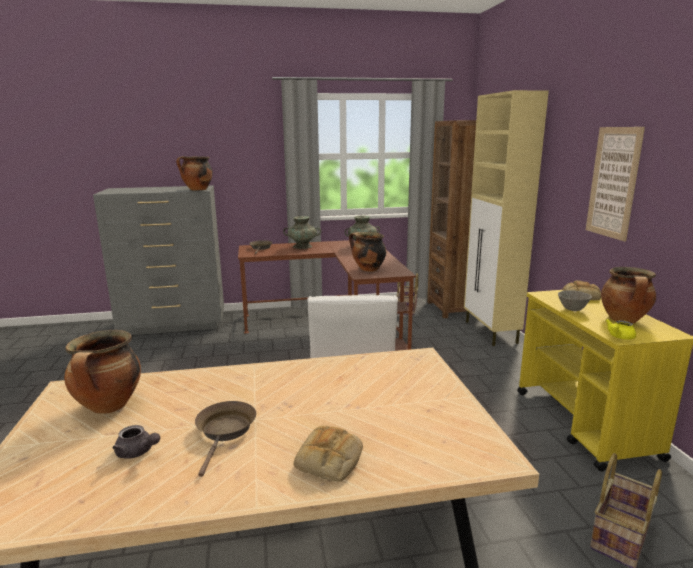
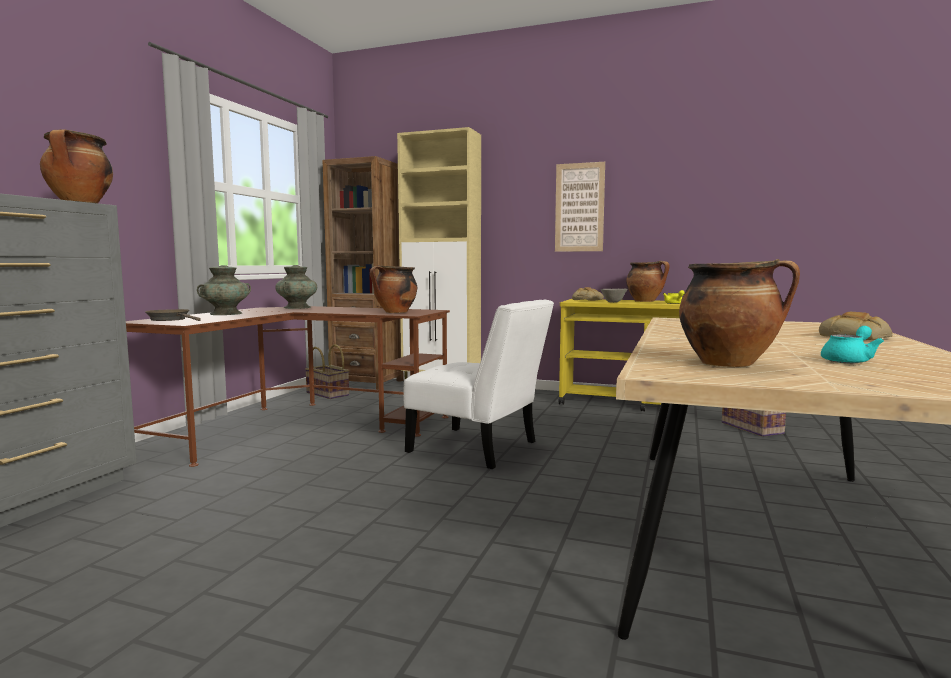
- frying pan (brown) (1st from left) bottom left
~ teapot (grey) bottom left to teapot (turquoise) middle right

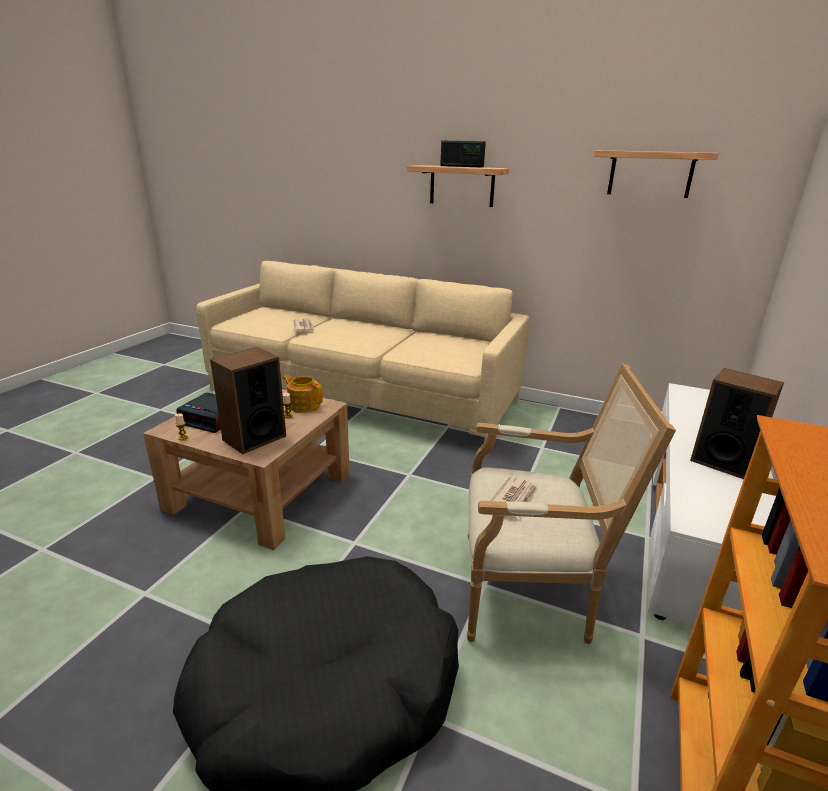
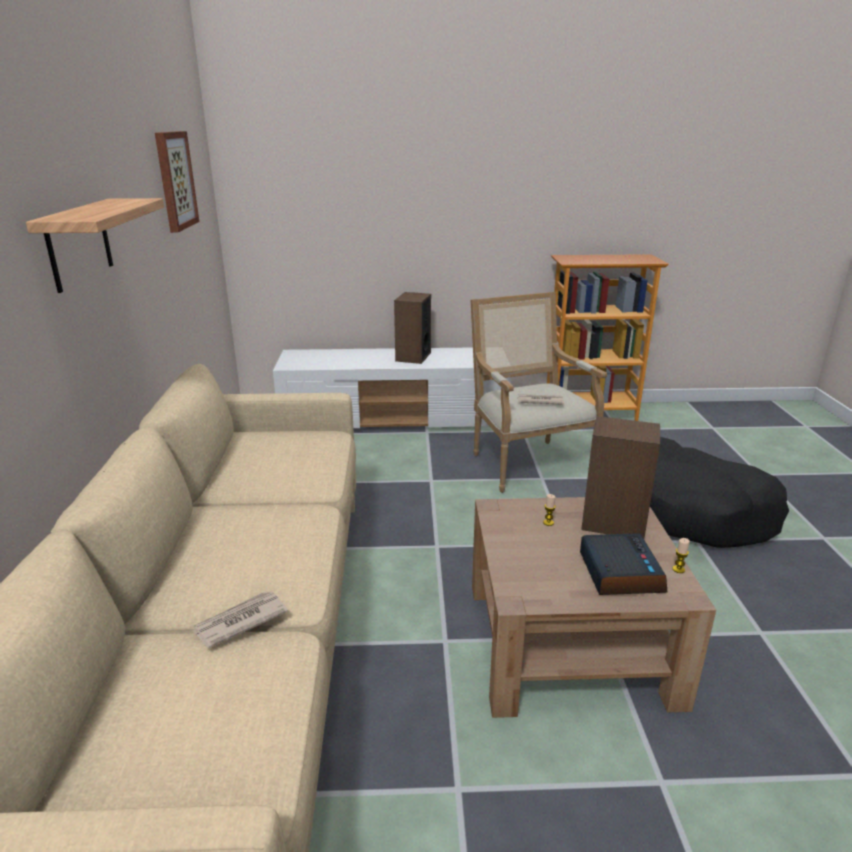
- teapot centre
- radio top centre
~ shelf (2nd from left) top right to picture top left

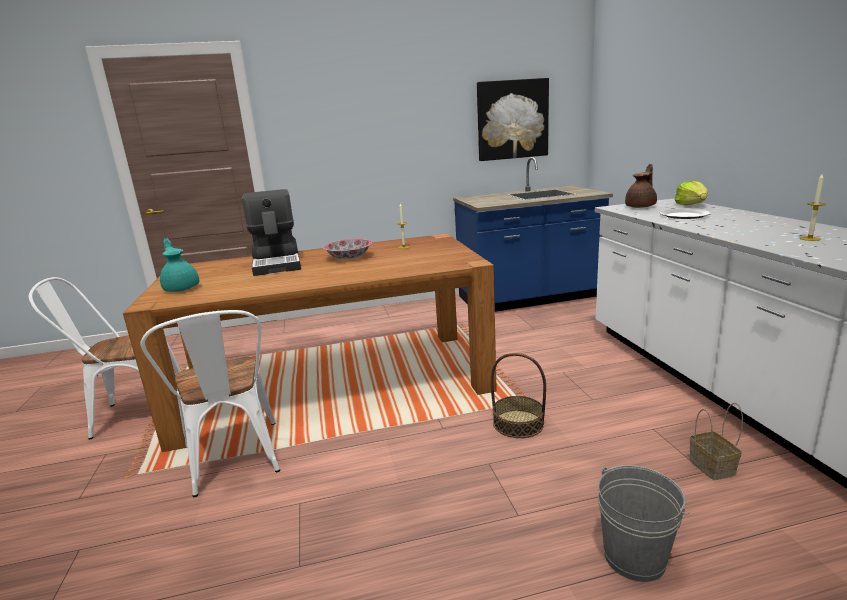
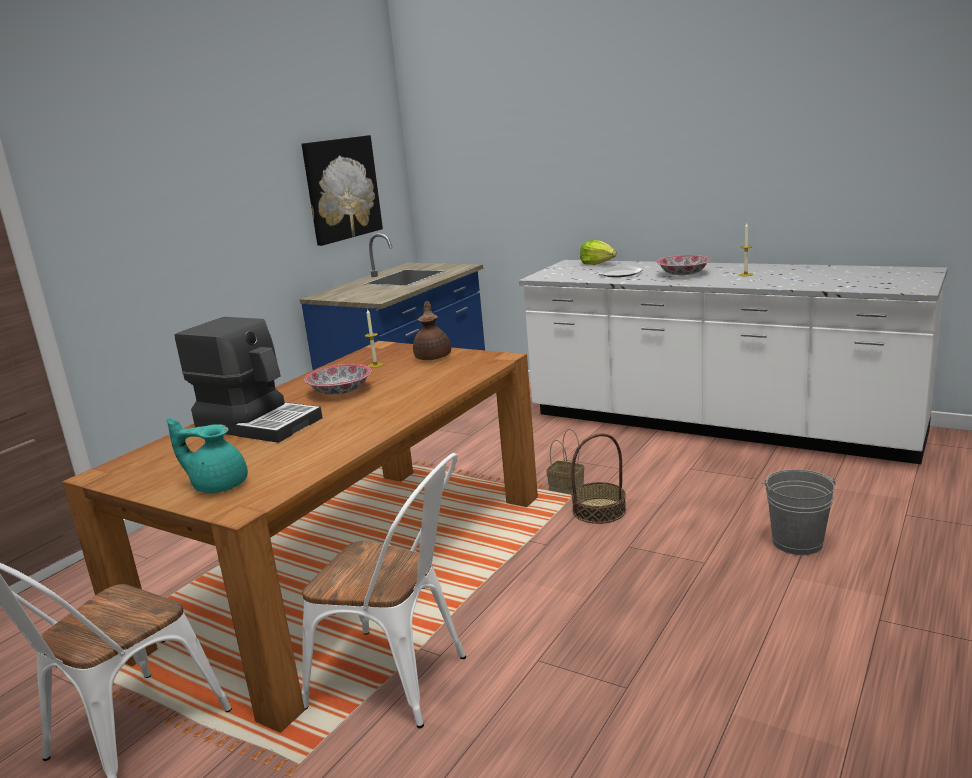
+ bowl (2nd from left) middle right
~ teapot (brown) top right to centre
~ basket (2nd from left in the first image) bottom right to basket (1st from left) centre

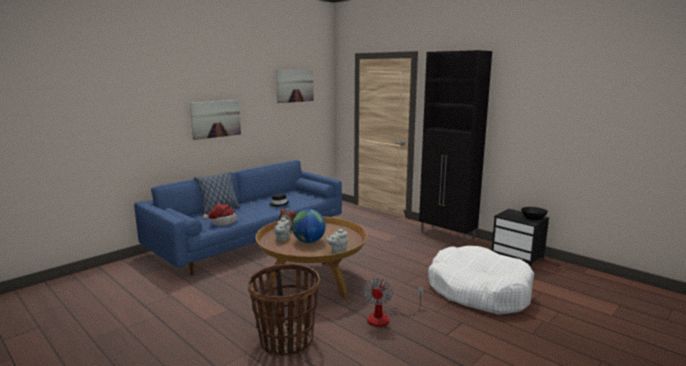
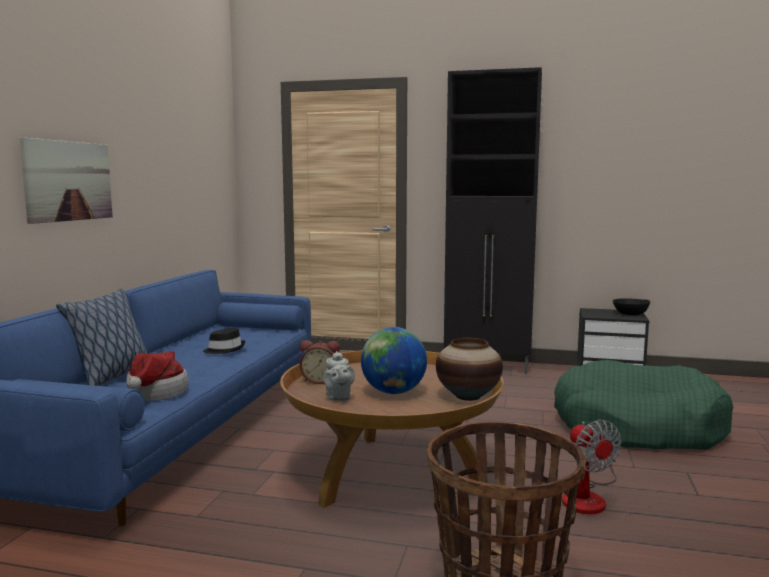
- picture (2nd from left) top centre
~ teapot (grey) (2nd from left) centre to vase centre
~ dog bed (white) bottom right to dog bed (green) bottom right

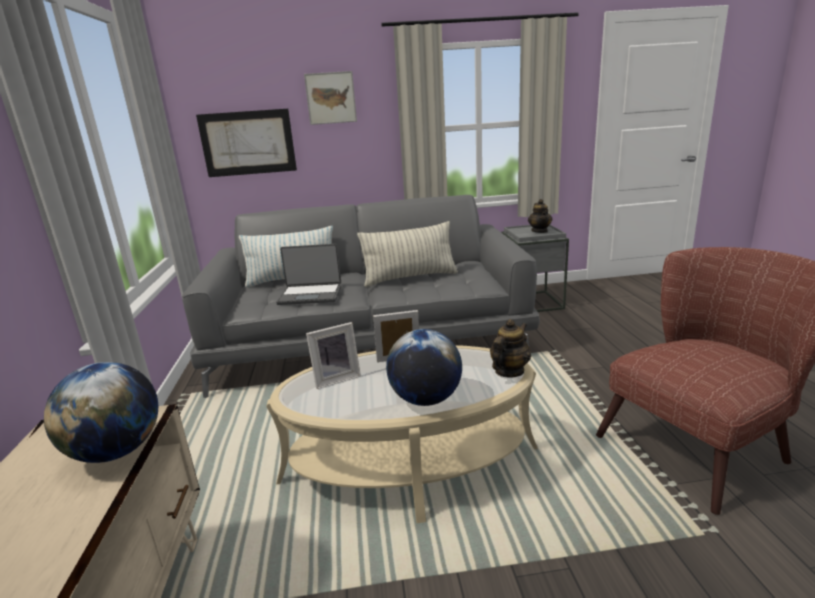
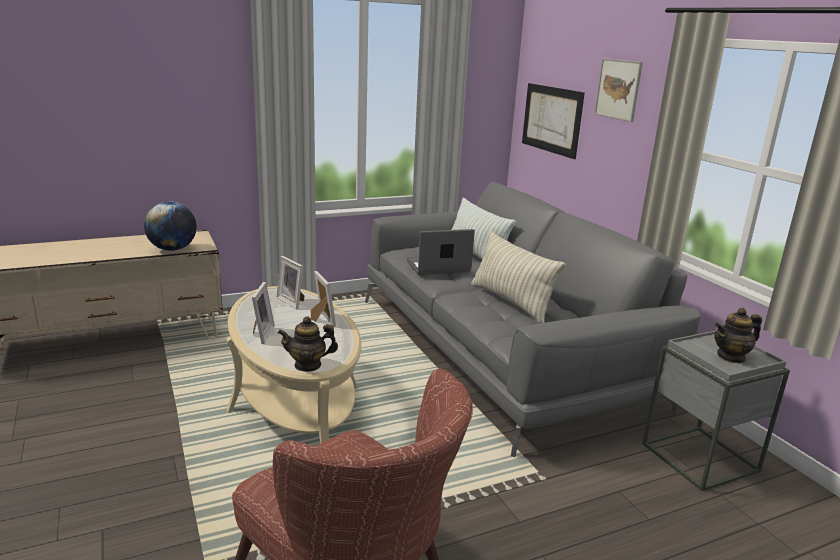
~ globe (2nd from left) centre to picture frame (1st from left) middle left
~ laptop centre = centre 90 degrees clockwise
~ teapot (1st from left) centre = centre 150 degrees clockwise

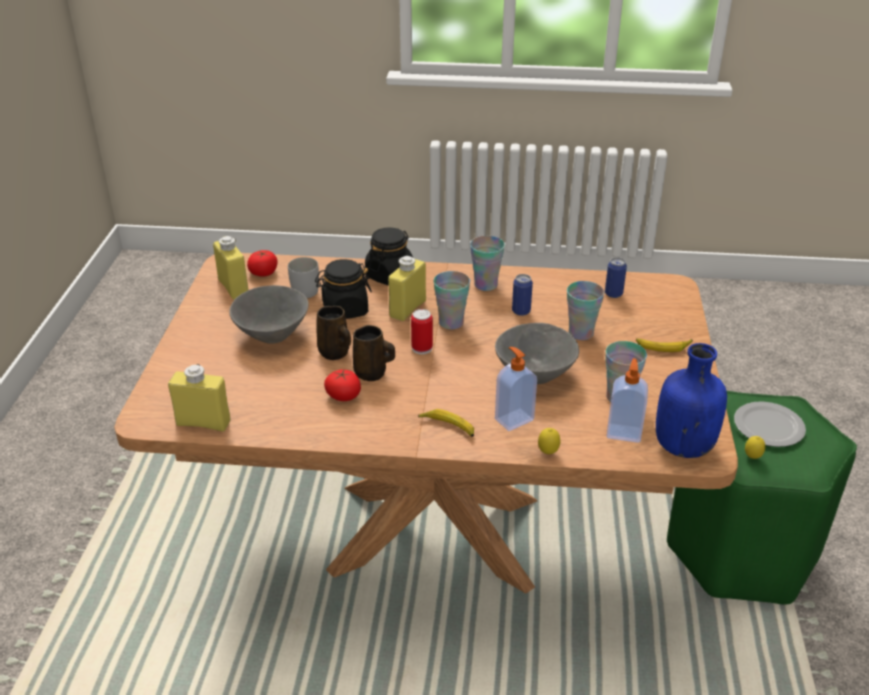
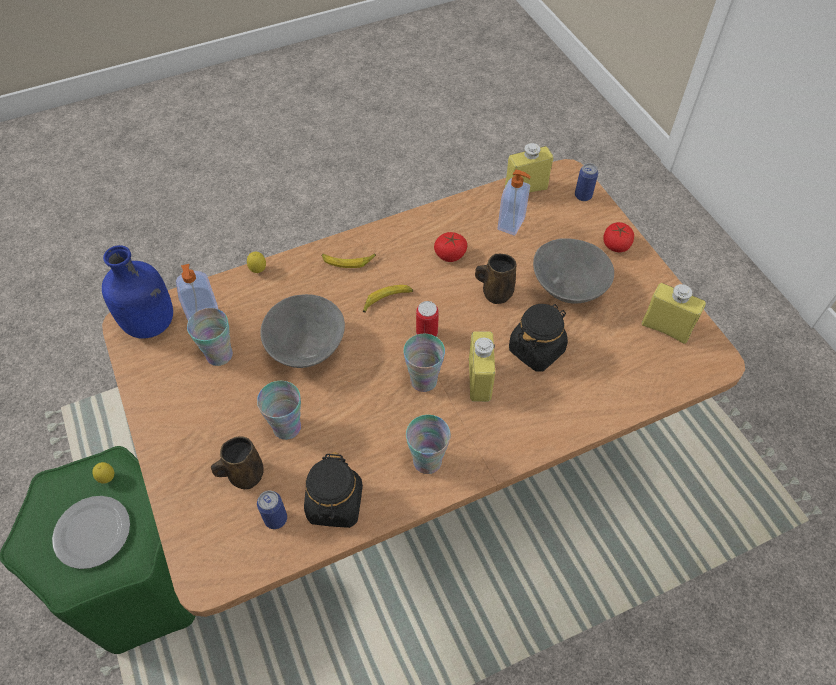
- mug (white) centre
~ tomato (1st from left in the first image) middle left to tomato (2nd from left) middle right
~ mug (brown) (2nd from left in the first image) centre to mug (brown) (1st from left) bottom left
~ jar (black) (2nd from left in the first image) centre to jar (black) (1st from left) bottom centre
~ soap dispenser (1st from left in the first image) centre to soap dispenser (2nd from left) top centre
~ can (2nd from left in the first image) centre to can (3rd from left) top right
~ banana (2nd from left) middle right to centre

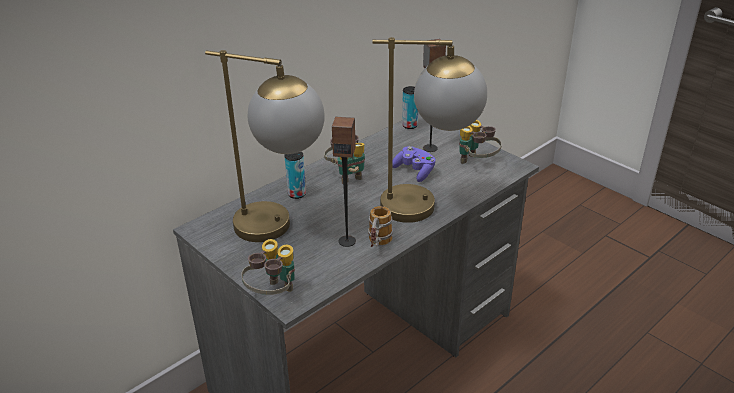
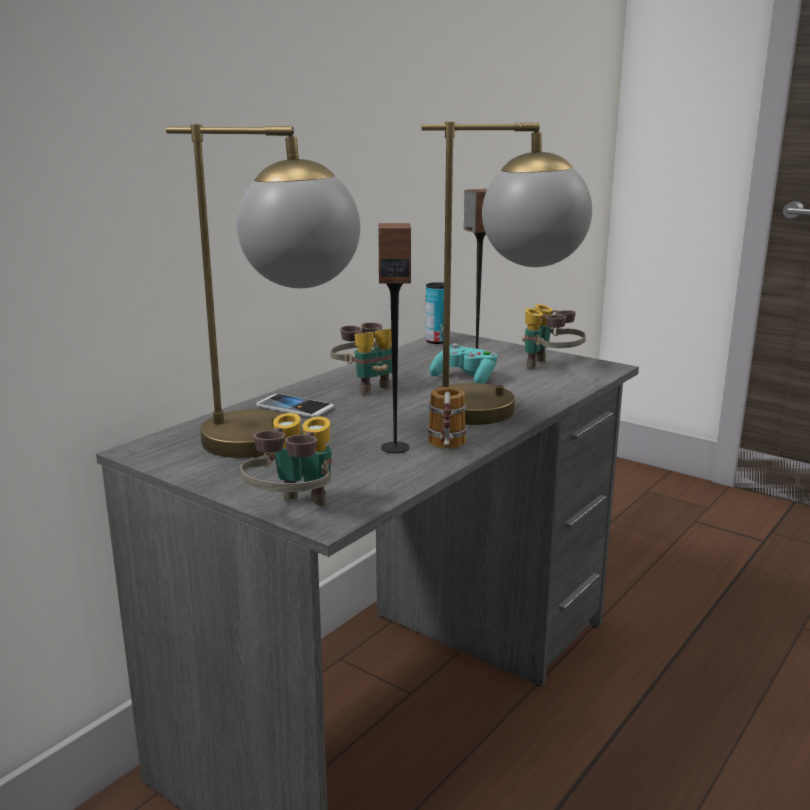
~ can (1st from left) centre to phone centre
~ game controller (purple) centre to game controller (turquoise) centre

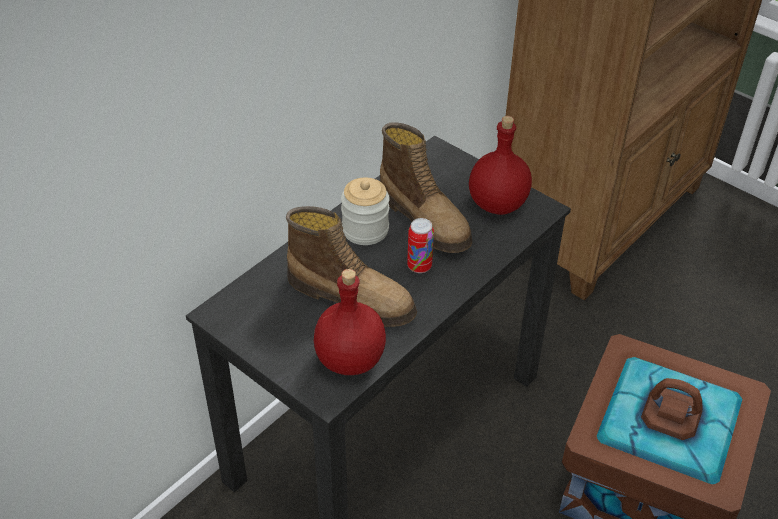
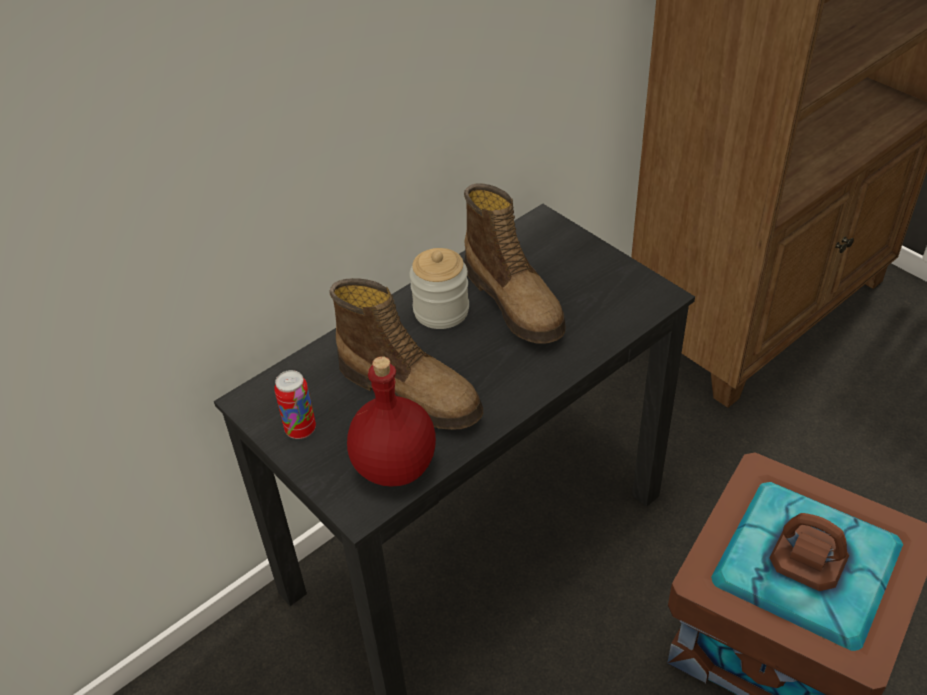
- bottle (red) (2nd from left) top centre
~ can centre to middle left

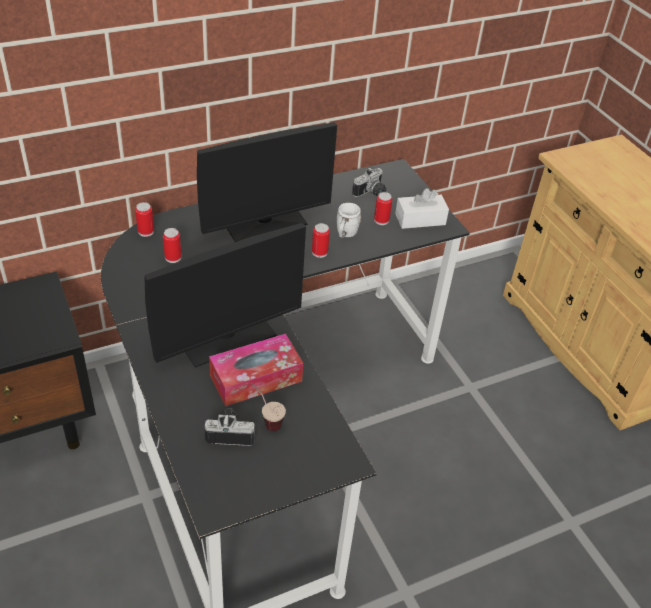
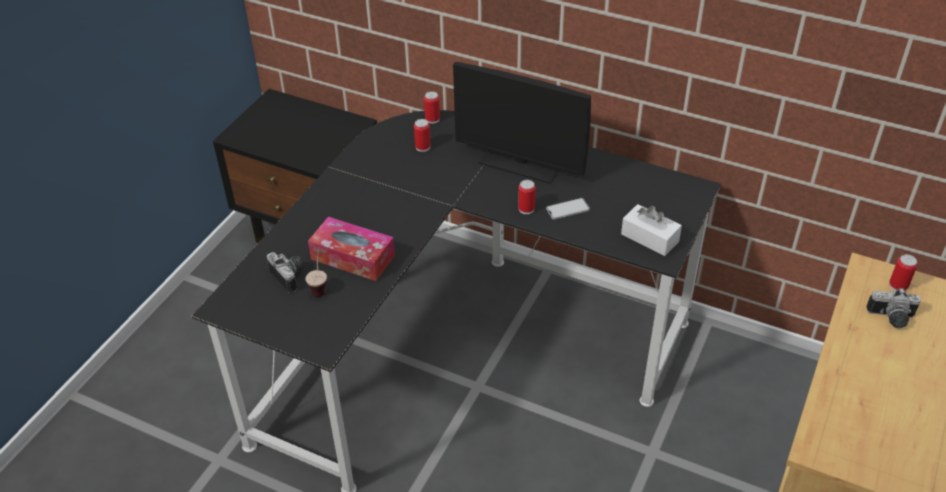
- monitor (1st from left) centre
~ photo camera (2nd from left) top centre to middle right
~ can (4th from left) centre to middle right
~ mug (white) centre to phone centre

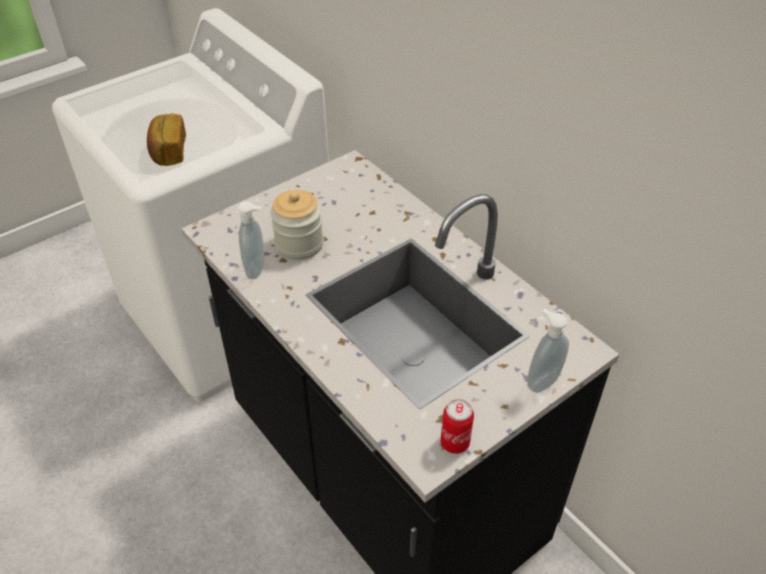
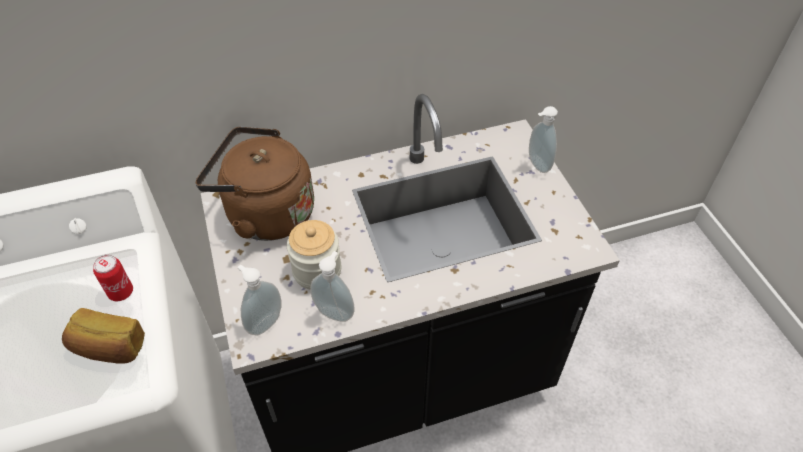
+ kettle (brown) middle left
+ soap dispenser (1st from left) middle left
~ can bottom centre to middle left

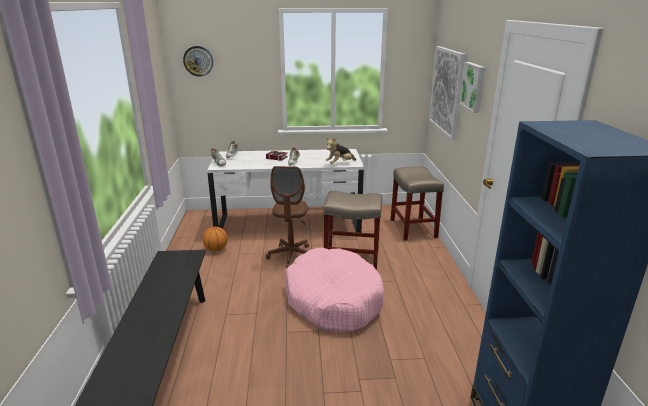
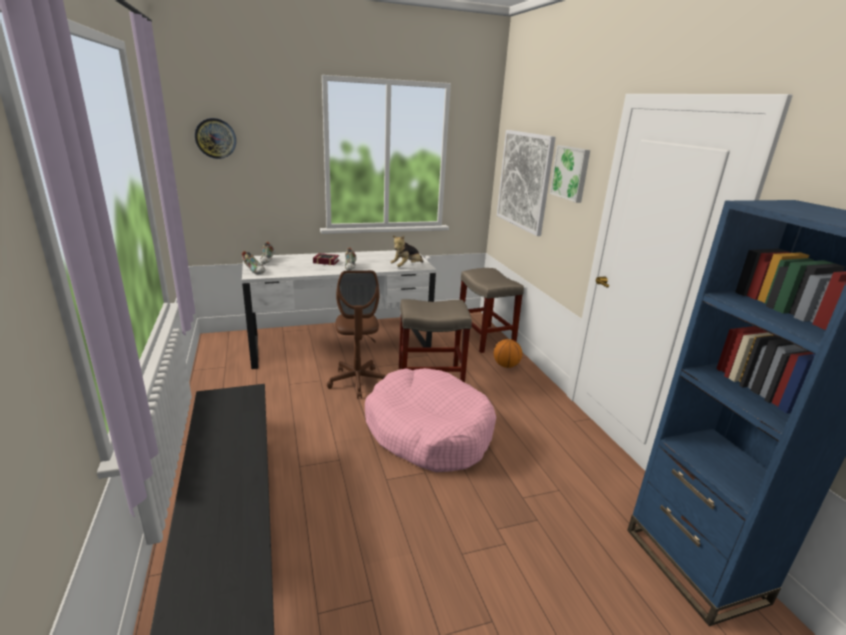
~ basketball middle left to centre

